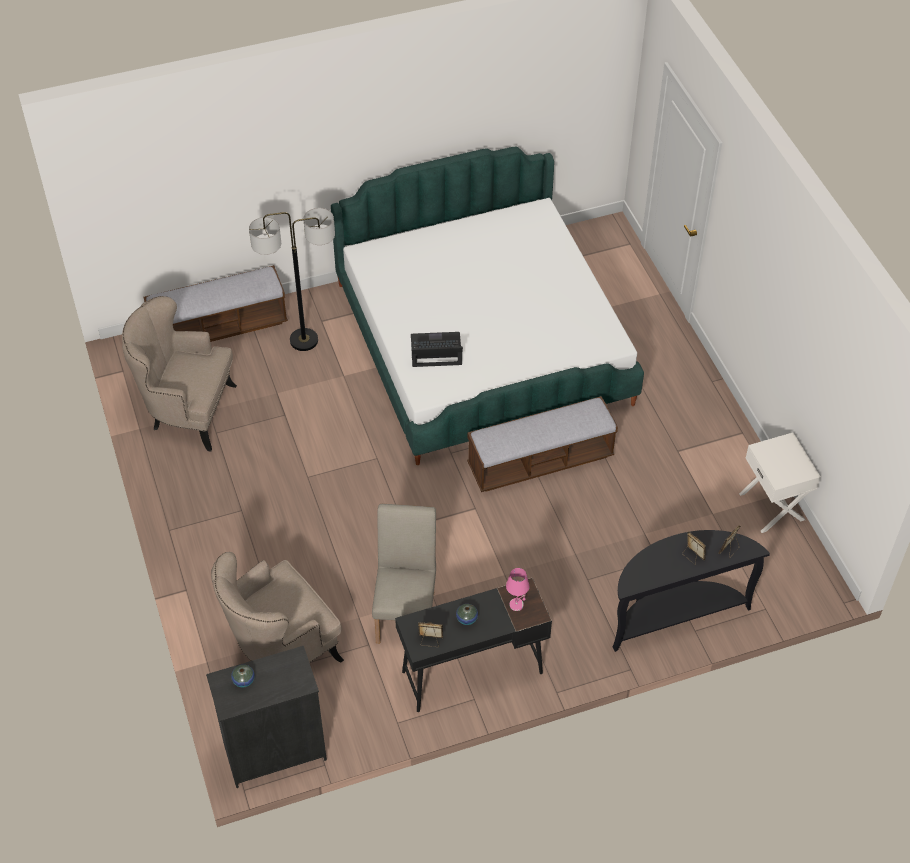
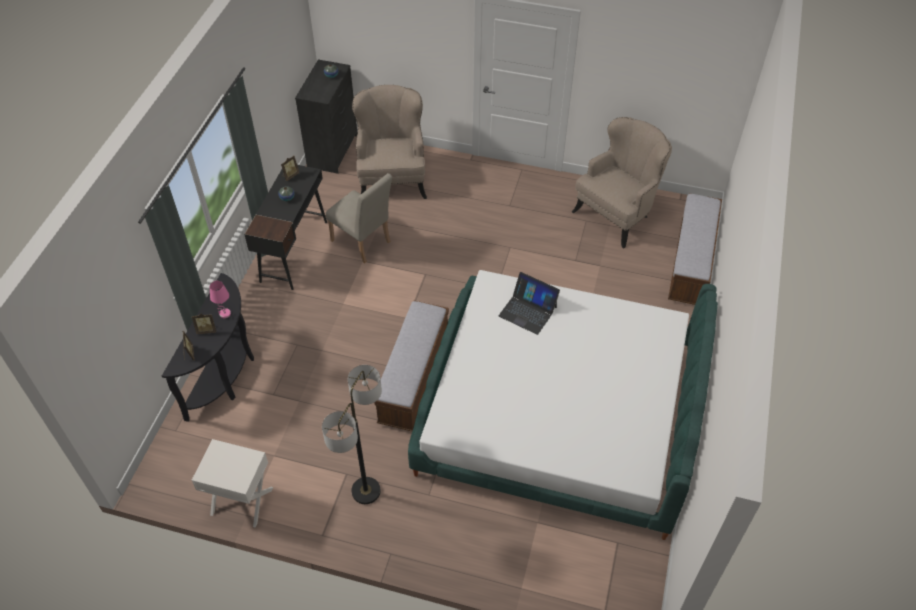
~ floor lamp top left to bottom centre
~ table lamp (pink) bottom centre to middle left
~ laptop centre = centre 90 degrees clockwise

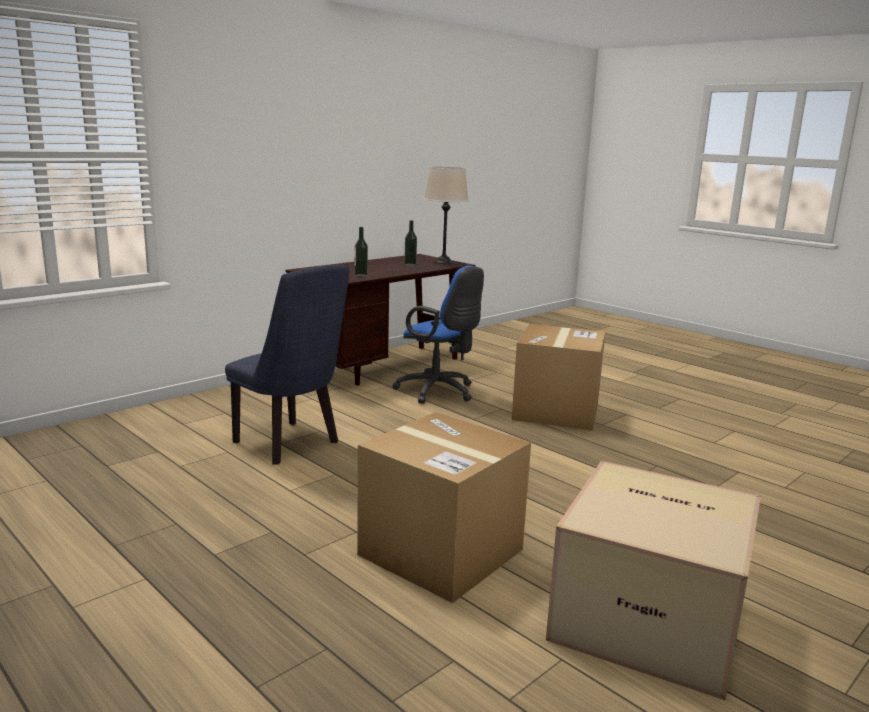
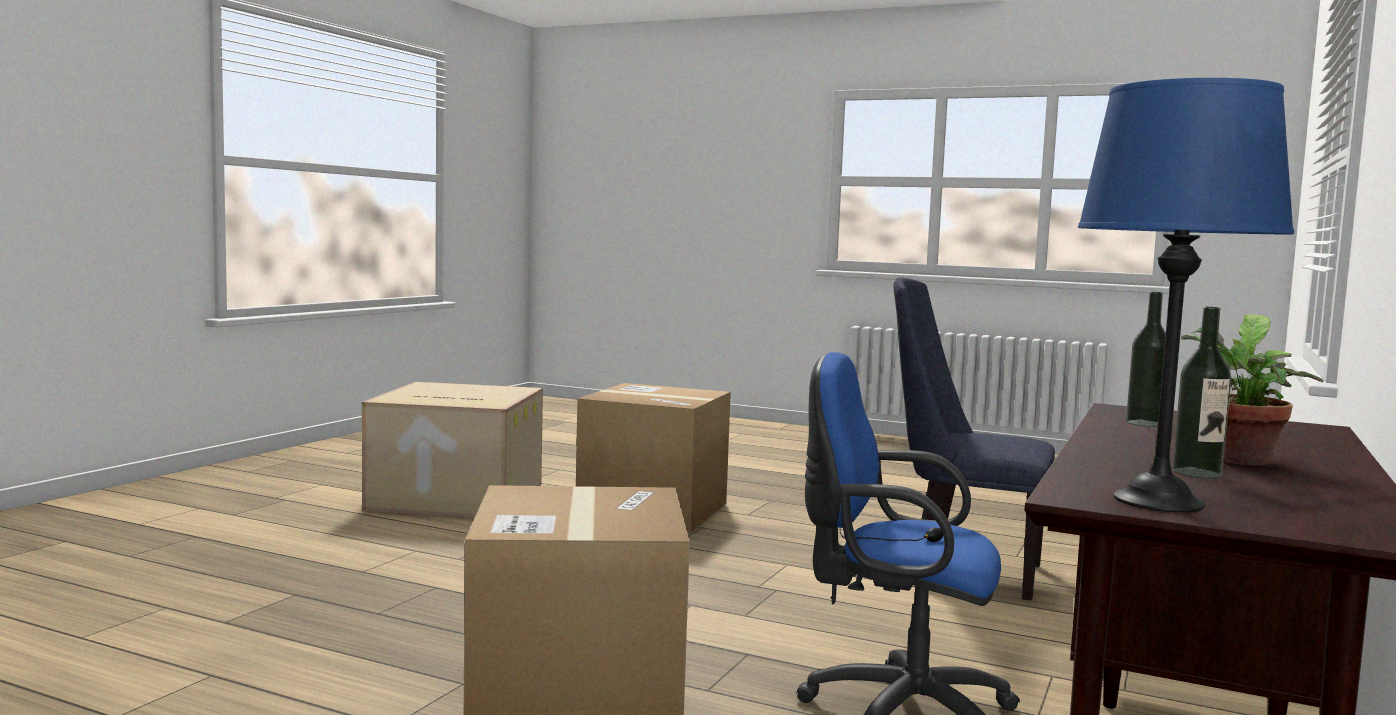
+ potted plant middle right
~ table lamp (beige) top centre to table lamp (blue) middle right

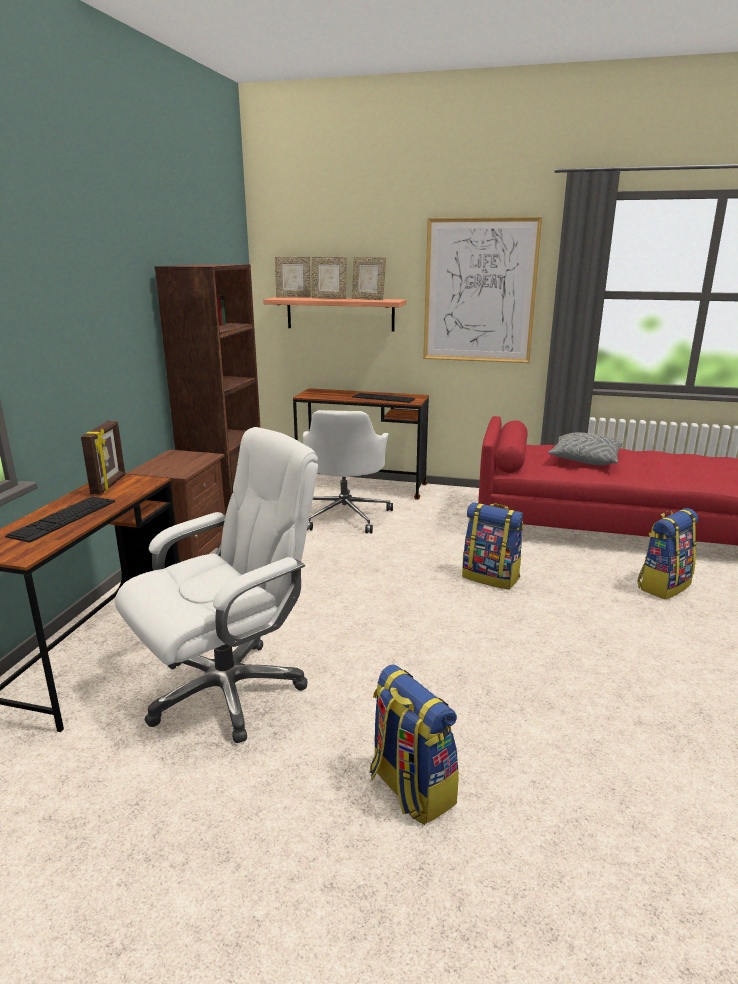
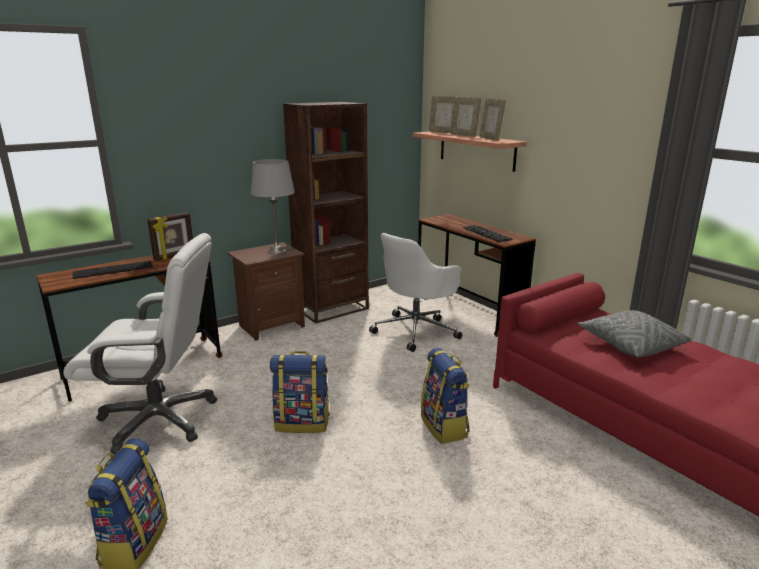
- picture top centre
+ table lamp (grey) centre
~ backpack (3rd from left in the first image) middle right to backpack (2nd from left) bottom centre

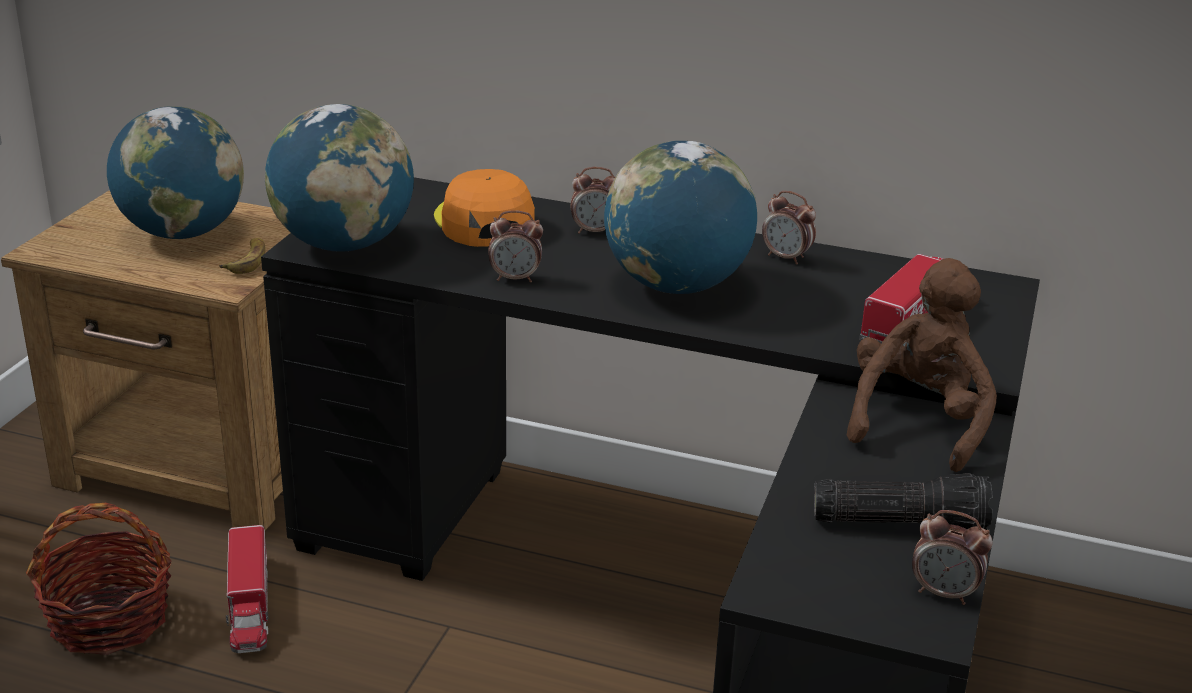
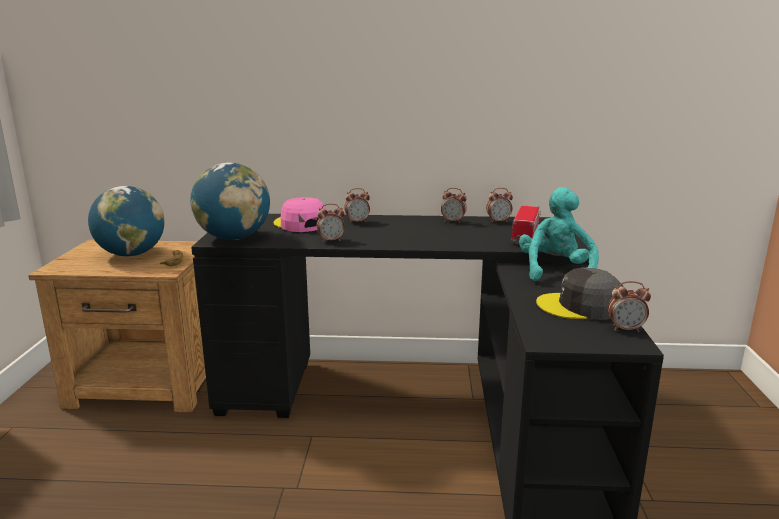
- basket bottom left
- toy truck (1st from left) bottom left
- globe (3rd from left) top centre
+ alarm clock (4th from left) centre
~ flashlight bottom right to cap (grey) middle right
~ cap (orange) top centre to cap (pink) centre
~ plush toy (brown) middle right to plush toy (turquoise) middle right

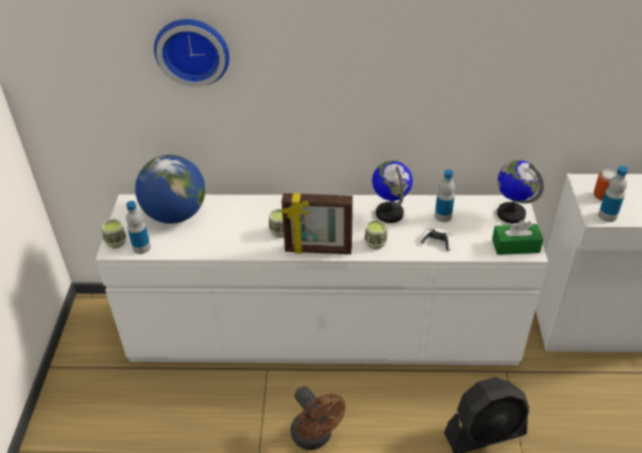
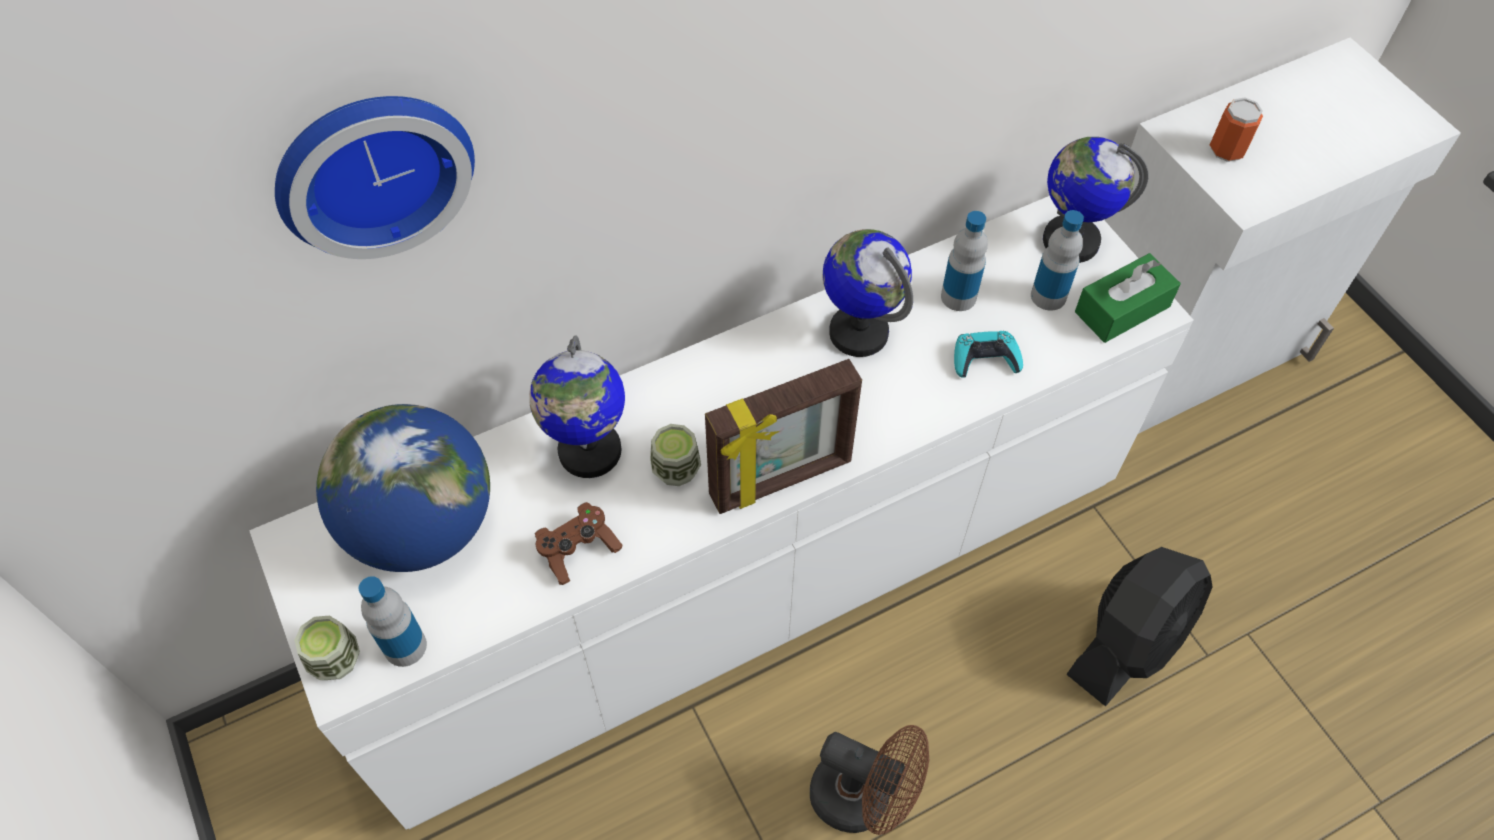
- cup (3rd from left) centre
+ globe (2nd from left) centre
+ game controller (brown) centre
~ bottle (3rd from left) middle right to top right
~ game controller (white) middle right to game controller (turquoise) centre

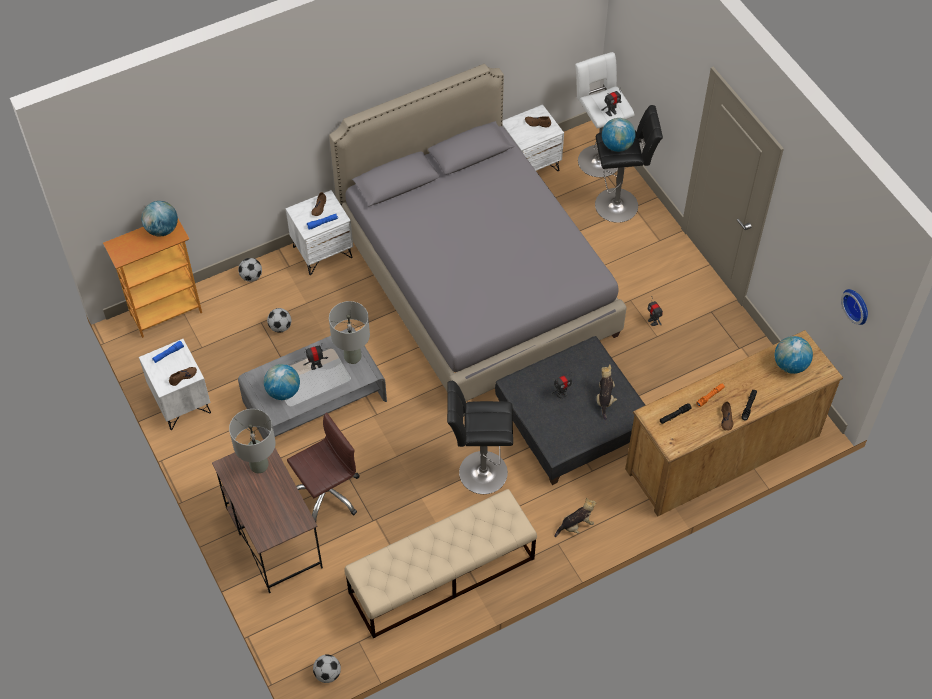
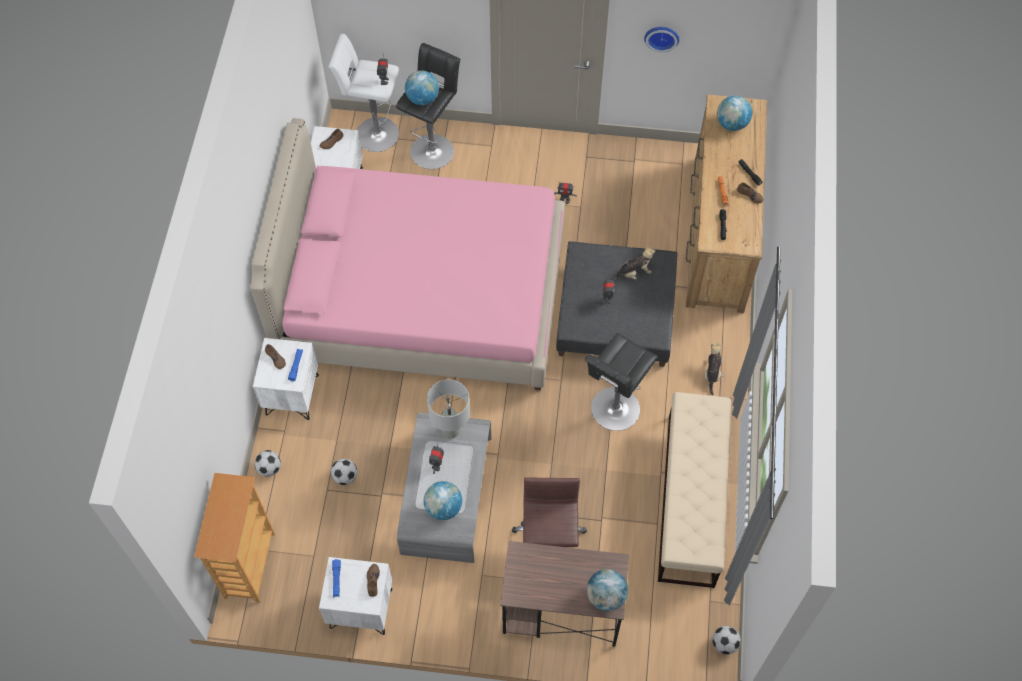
- table lamp (grey) (1st from left) middle left
~ globe (1st from left in the first image) top left to globe (3rd from left) bottom centre
~ wall clock middle right to top centre
~ bed (grey) top centre to bed (pink) centre
~ plush toy (2nd from left in the first image) centre = centre 120 degrees clockwise

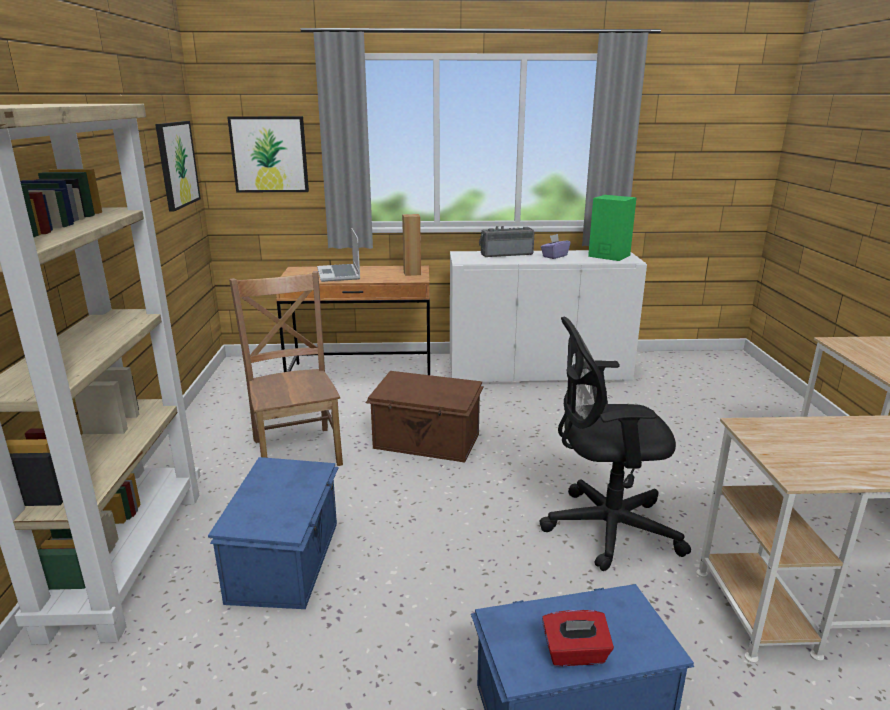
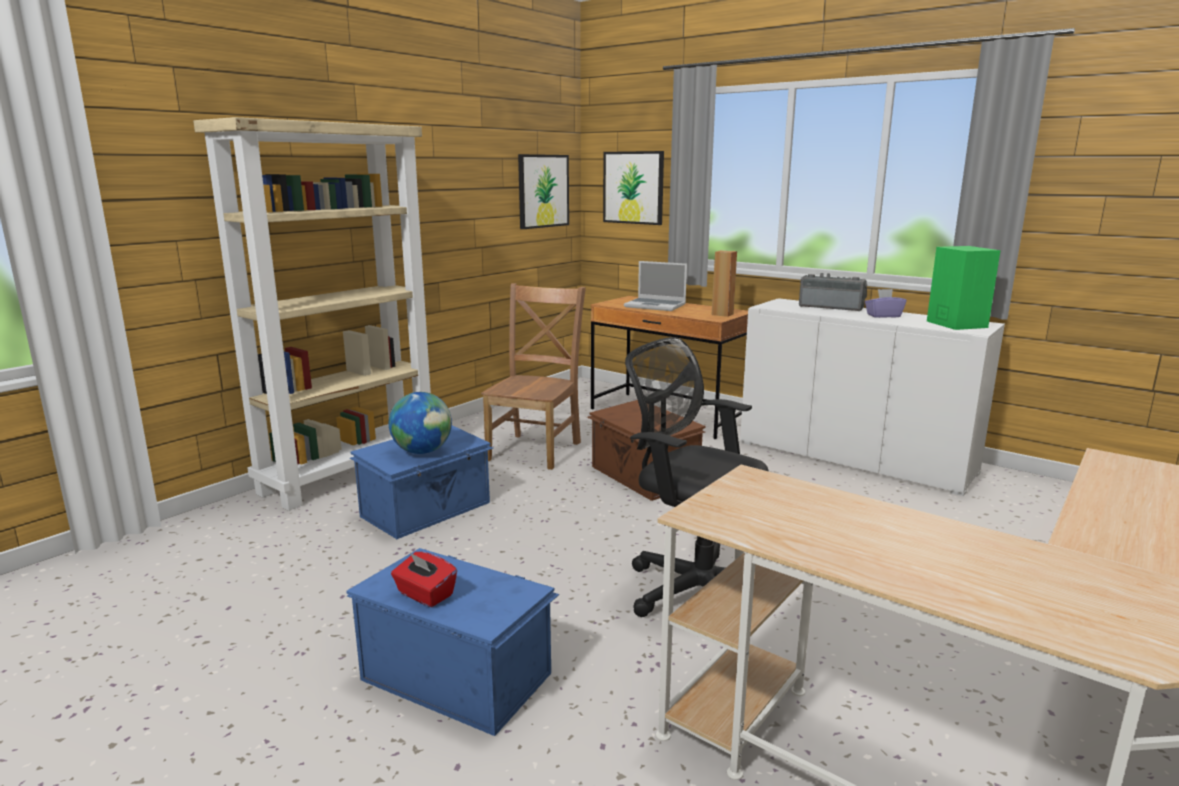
+ globe centre
~ laptop centre = centre 90 degrees counterclockwise

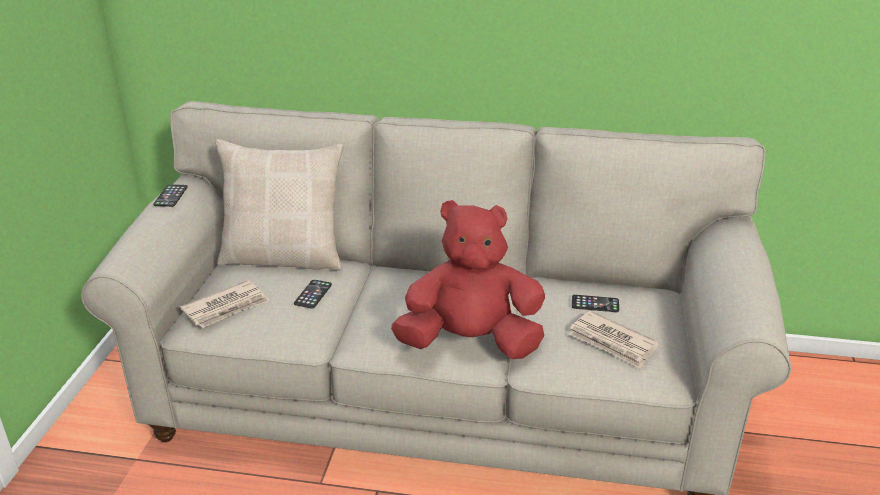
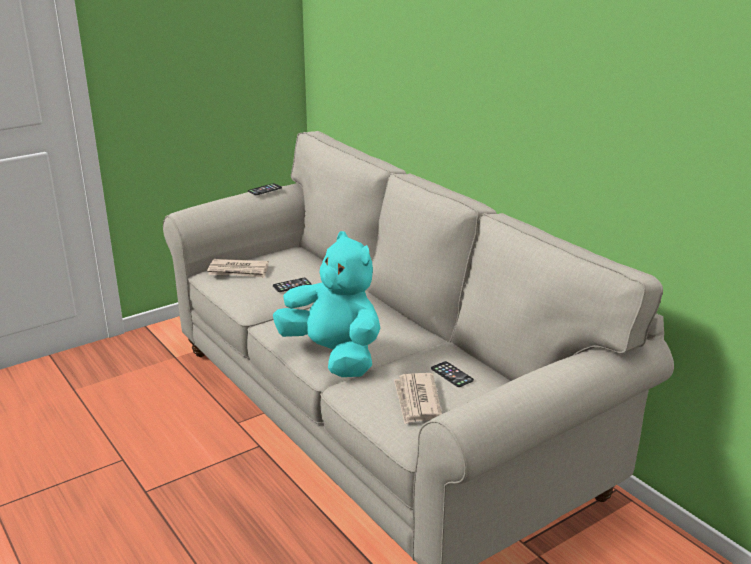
- pillow (beige) middle left
~ plush toy (red) centre to plush toy (turquoise) centre

